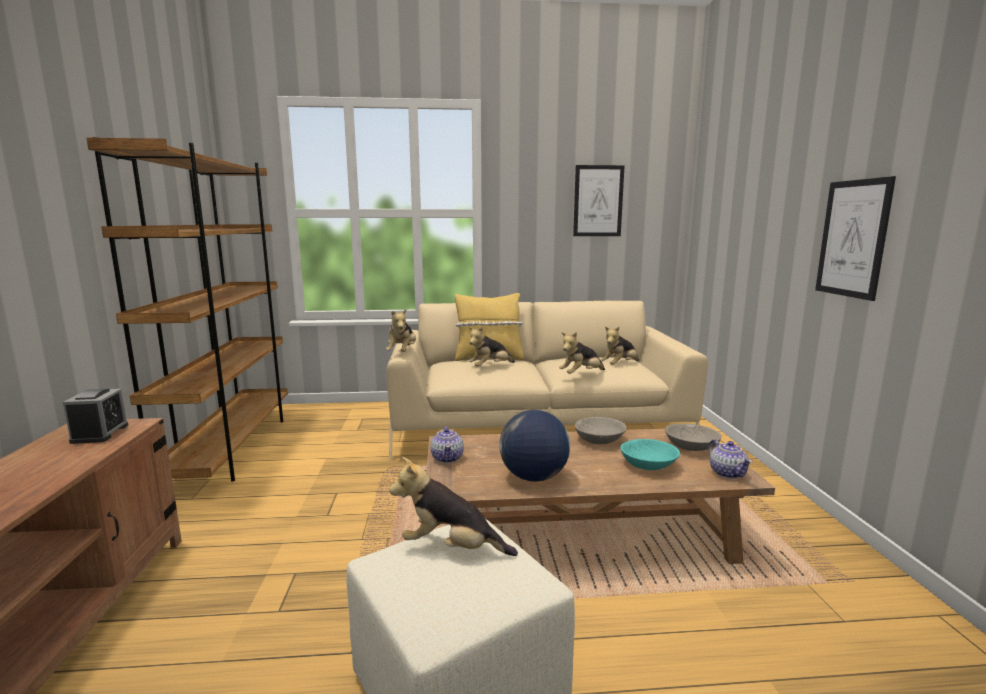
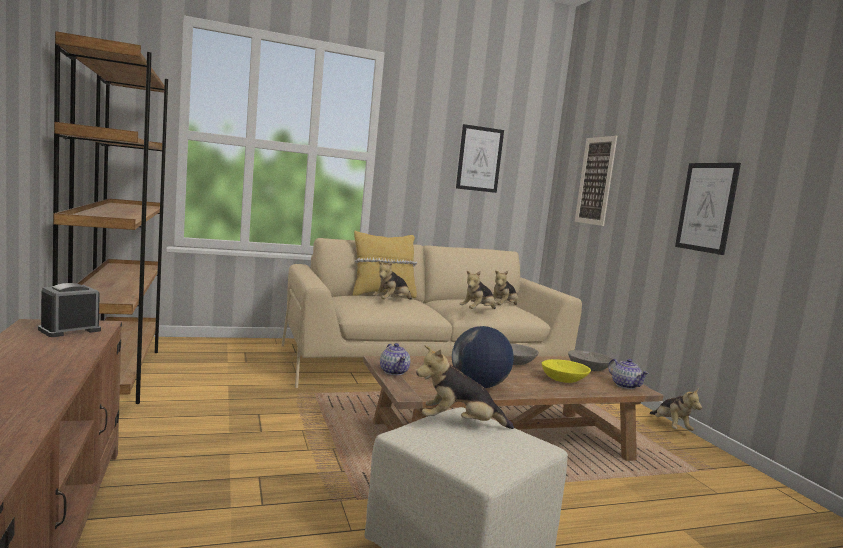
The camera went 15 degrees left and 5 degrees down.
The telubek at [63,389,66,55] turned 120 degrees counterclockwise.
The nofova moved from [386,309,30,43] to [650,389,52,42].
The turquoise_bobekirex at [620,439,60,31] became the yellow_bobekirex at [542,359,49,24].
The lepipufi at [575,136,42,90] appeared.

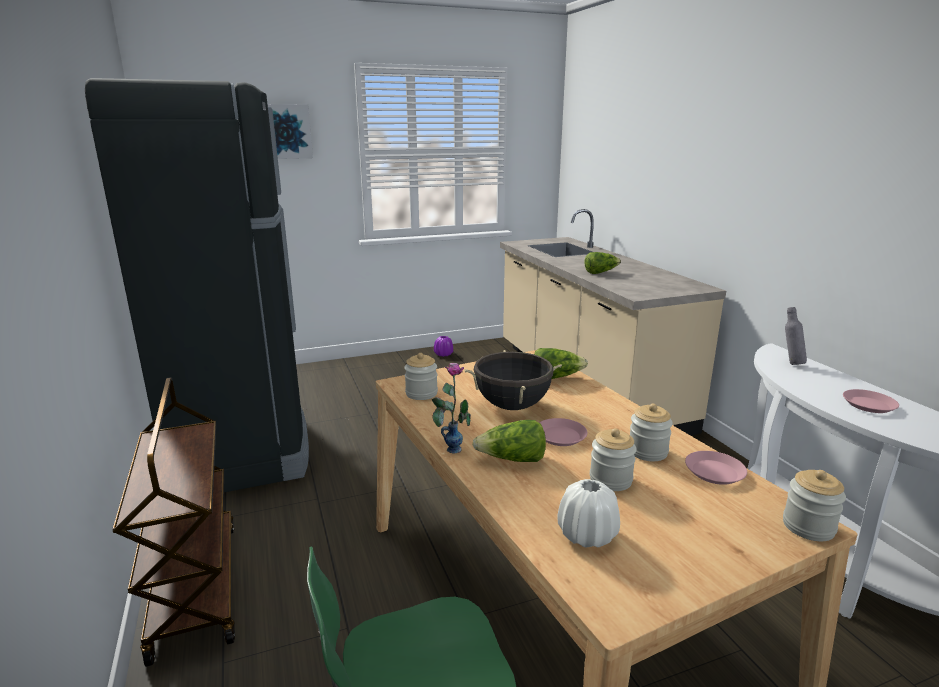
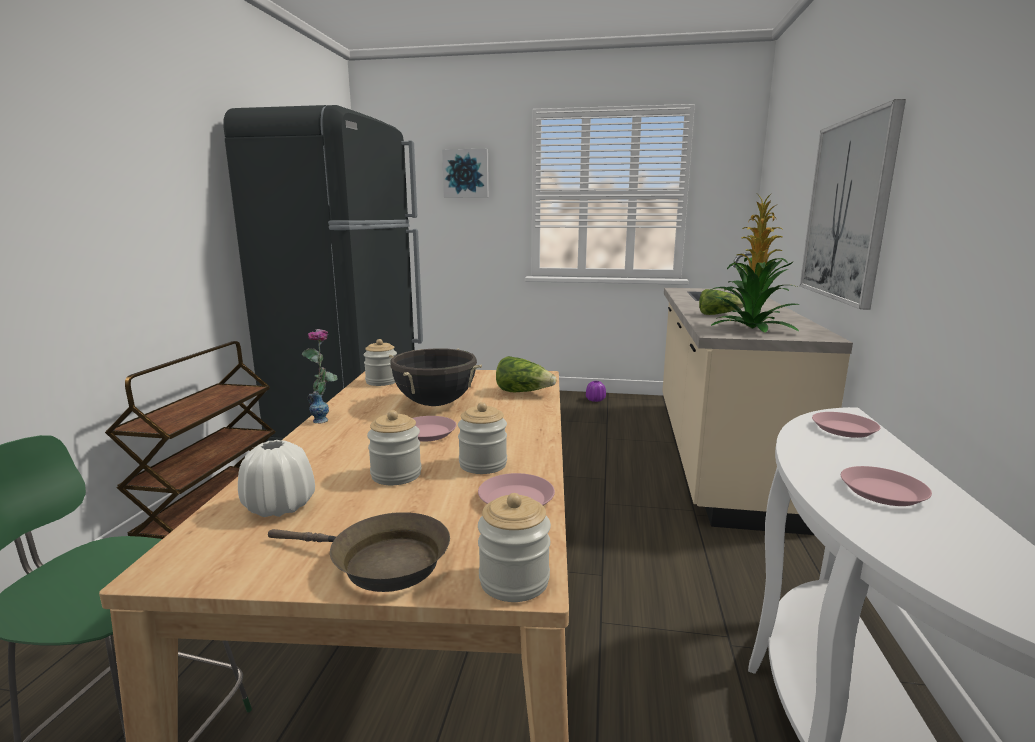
The camera went 30 degrees right and 5 degrees down.
The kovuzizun at [472,420,74,42] disappeared.
The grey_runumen at [785,307,22,58] was replaced by the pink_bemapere at [812,412,68,26].
The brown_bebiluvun at [268,512,182,80] appeared.
The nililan at [711,193,89,140] appeared.
The lepipufi at [800,99,106,211] appeared.

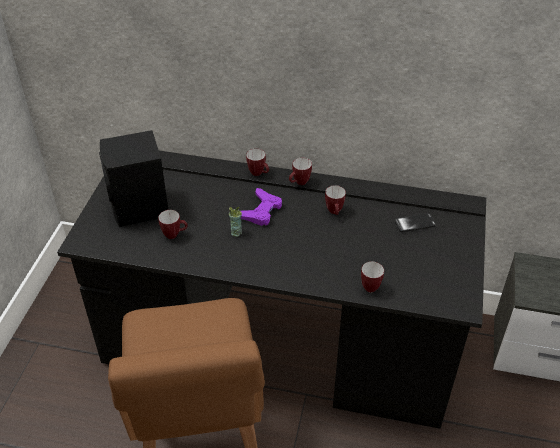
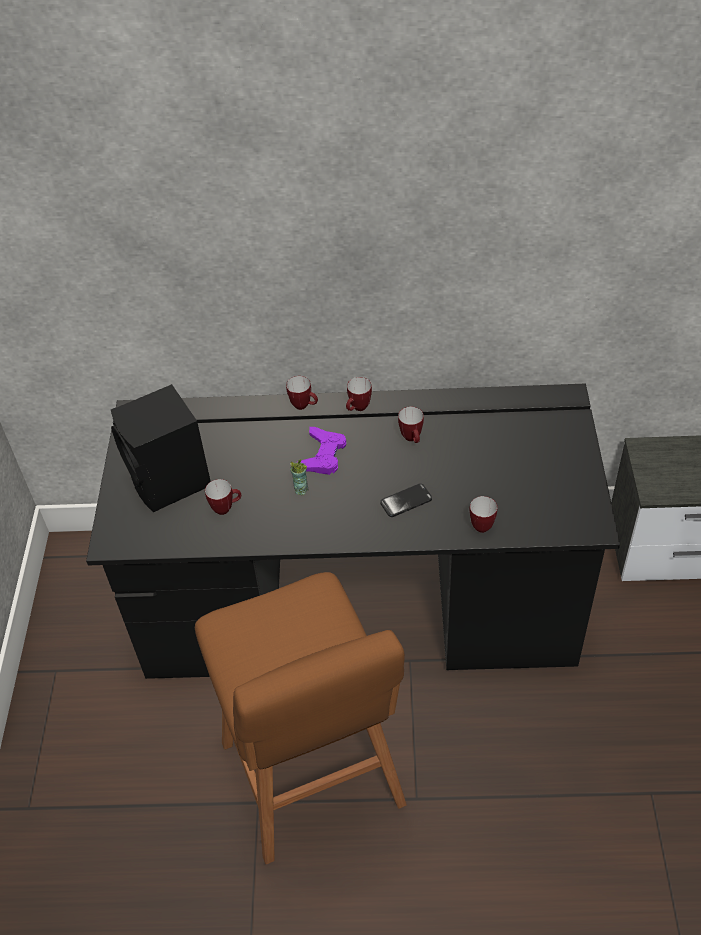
The camera went 10 degrees left and 5 degrees up.
The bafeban moved from [395,213,41,19] to [380,483,52,34].

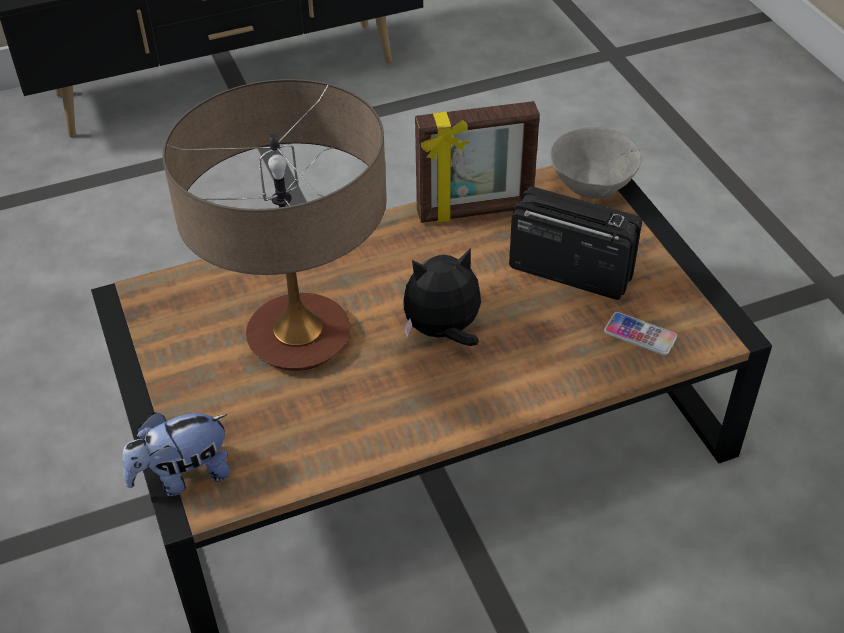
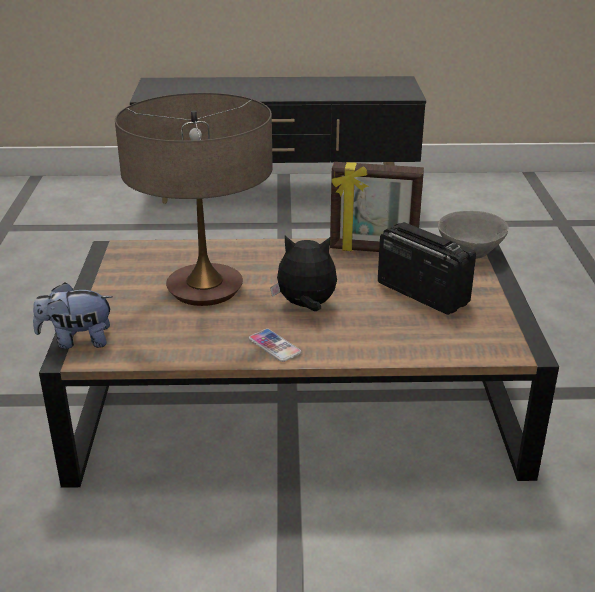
The camera went 20 degrees right and 15 degrees down.
The bafeban moved from [604,312,73,43] to [249,329,52,33].

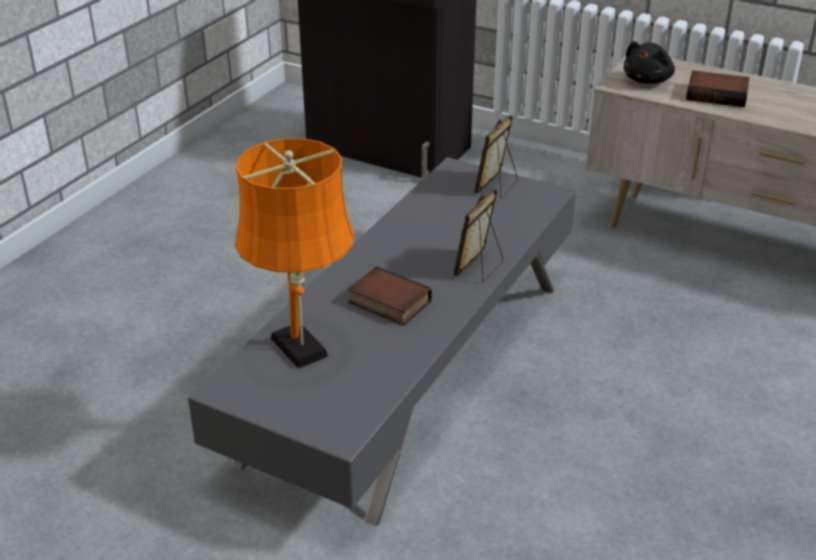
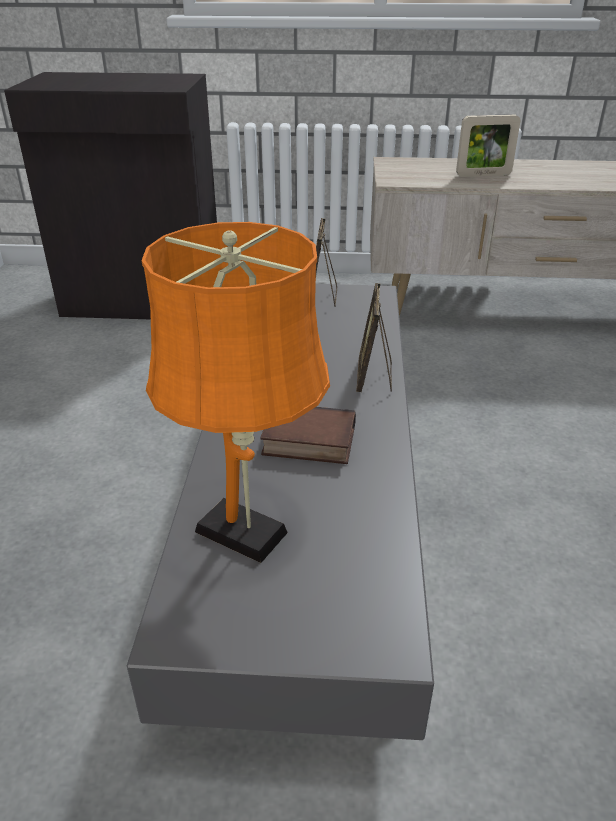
The camera went 25 degrees left and 0 degrees up.
The black_nofova at [624,41,51,43] disappeared.
The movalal at [686,70,63,37] was replaced by the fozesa at [456,114,64,63].

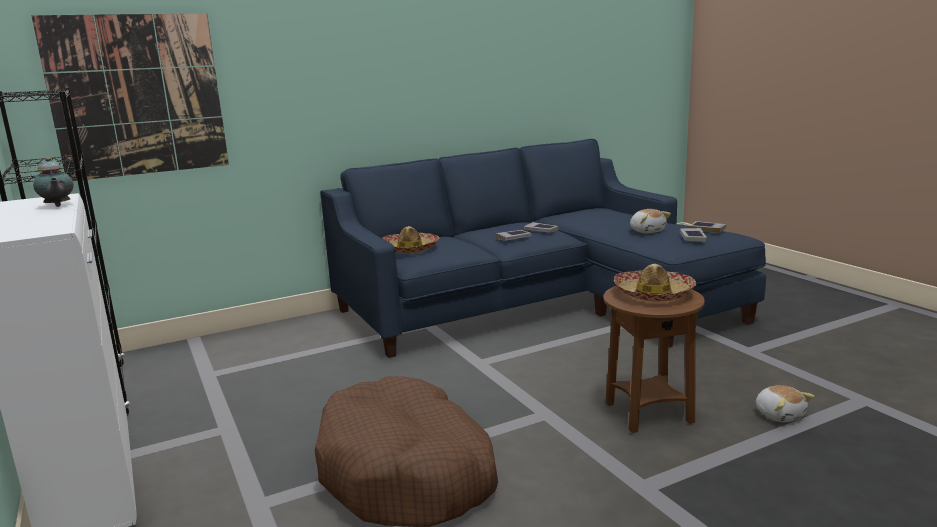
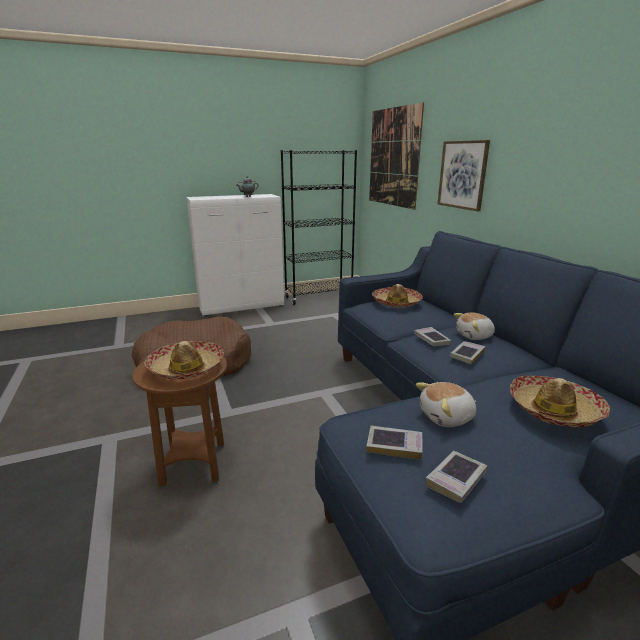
The camera went 95 degrees right and 5 degrees up.
The nofova moved from [756,385,59,37] to [454,313,41,27].
The lepipufi at [438,140,52,71] appeared.
The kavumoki at [510,375,100,52] appeared.

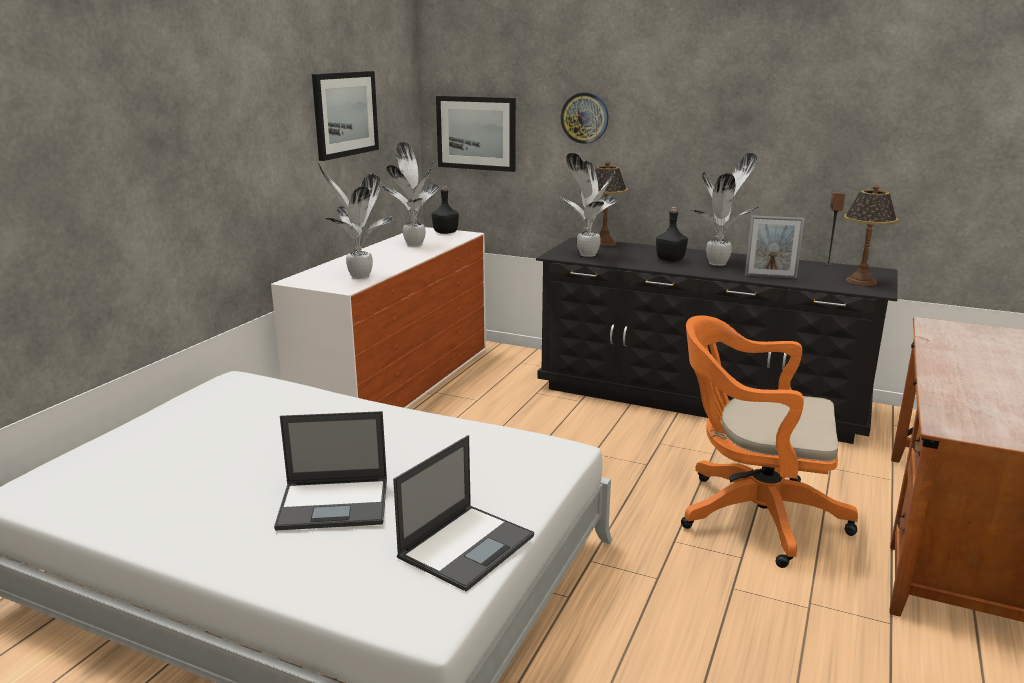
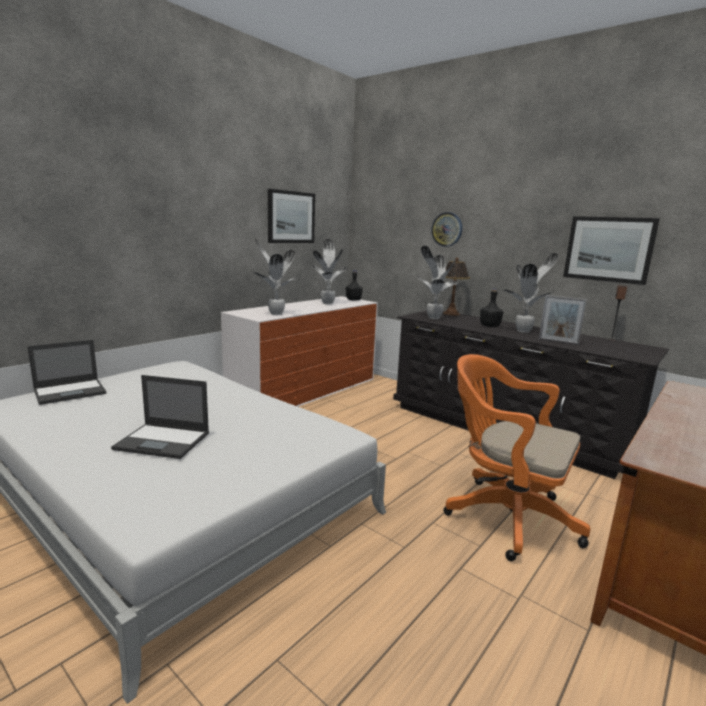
The camera went 15 degrees right and 5 degrees down.
The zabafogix moved from [393,435,141,157] to [27,340,79,65].
The lepipufi moved from [436,96,80,76] to [563,216,97,69].
The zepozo at [844,185,54,101] disappeared.

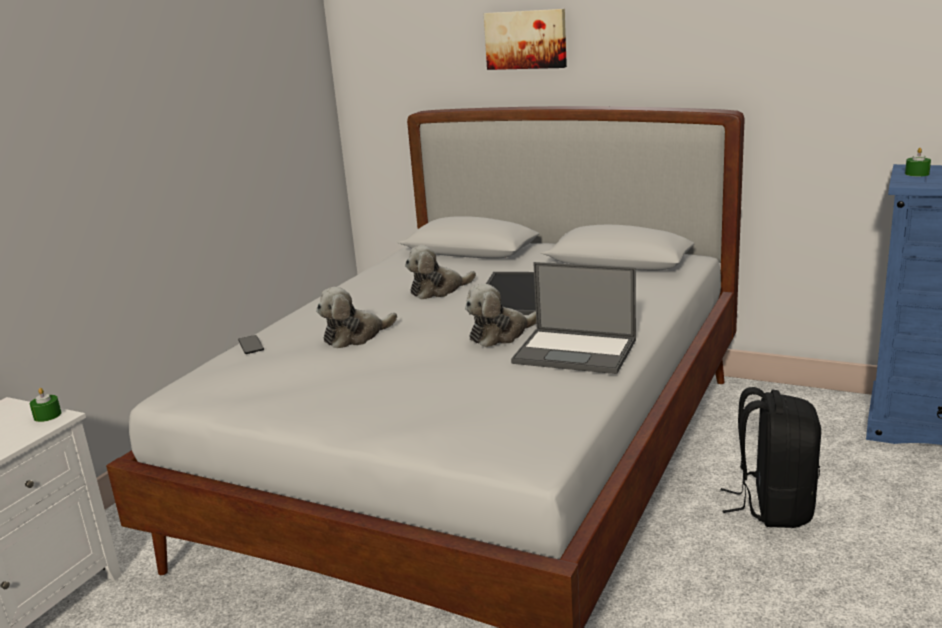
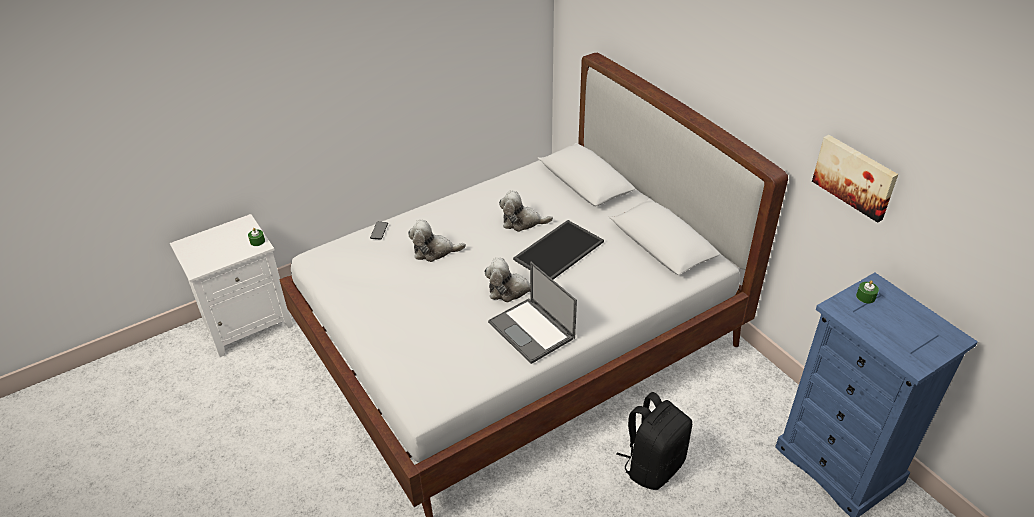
The camera went 30 degrees right and 20 degrees up.
The lepipufi moved from [484,9,83,61] to [812,135,86,88].

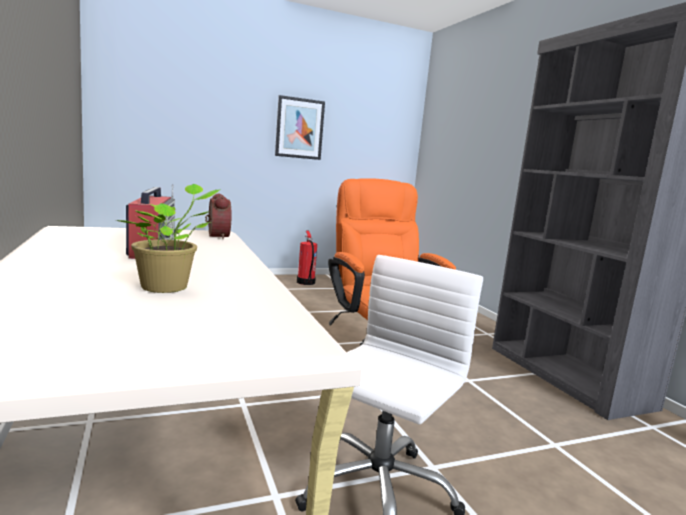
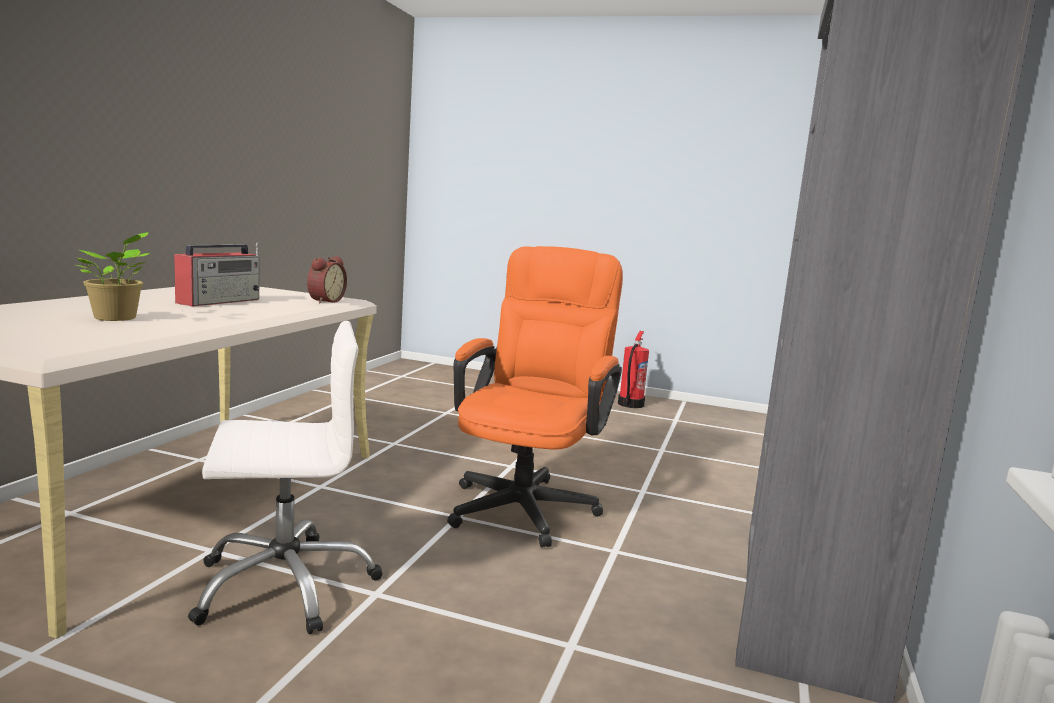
The camera went 40 degrees right and 0 degrees up.
The lepipufi at [275,95,50,65] disappeared.

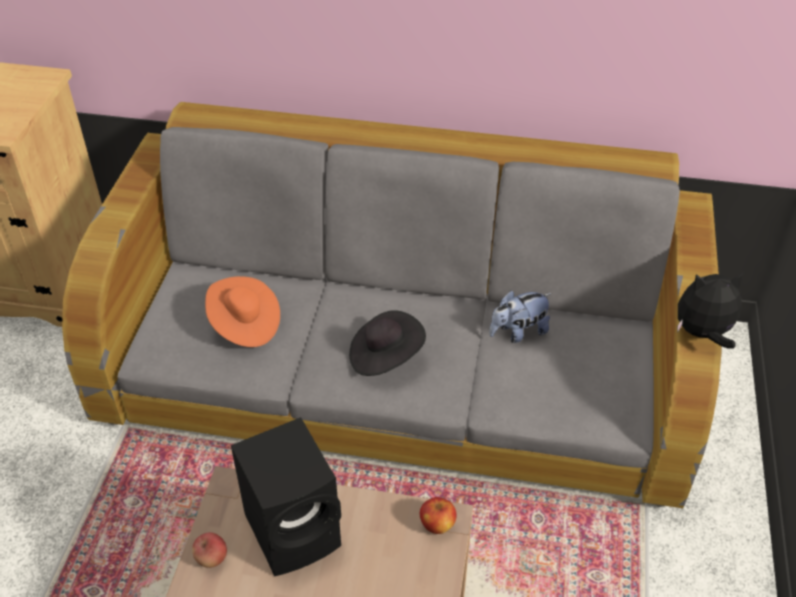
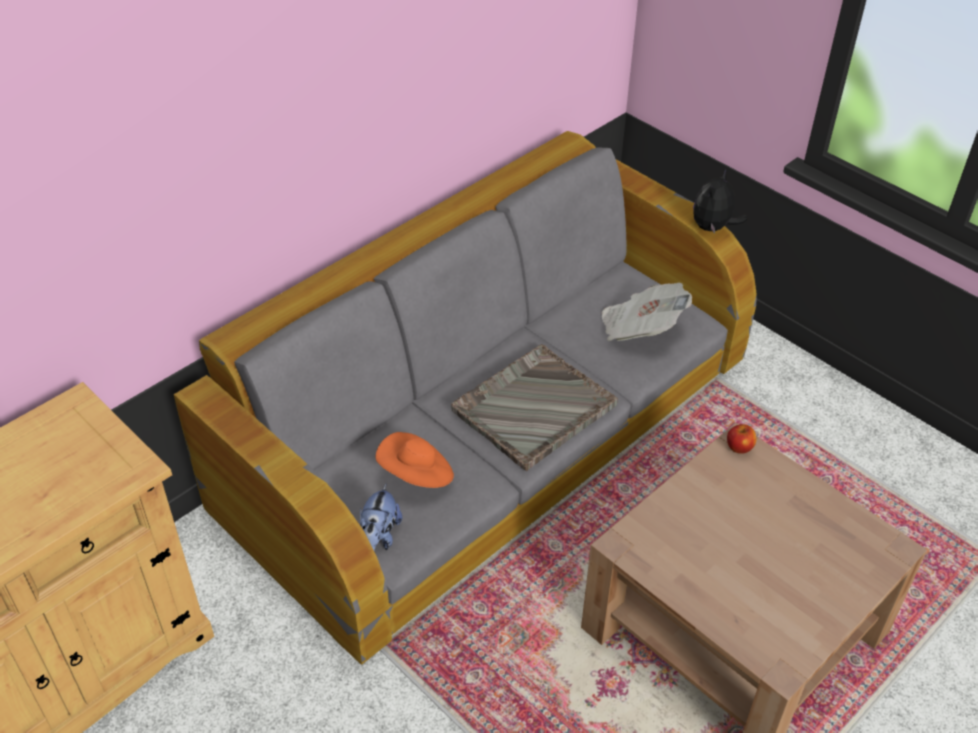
The camera went 55 degrees left and 0 degrees up.
The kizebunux at [192,532,35,36] disappeared.
The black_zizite at [231,417,110,159] disappeared.
The black_kavumoki at [349,310,77,66] was replaced by the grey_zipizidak at [451,344,167,127].
The nofova moved from [489,290,63,53] to [360,484,42,67].
The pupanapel at [601,283,91,58] appeared.

